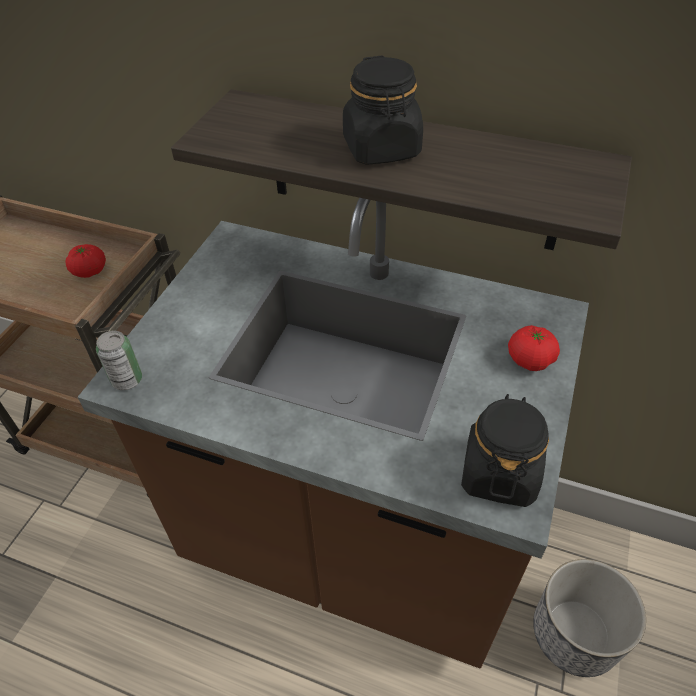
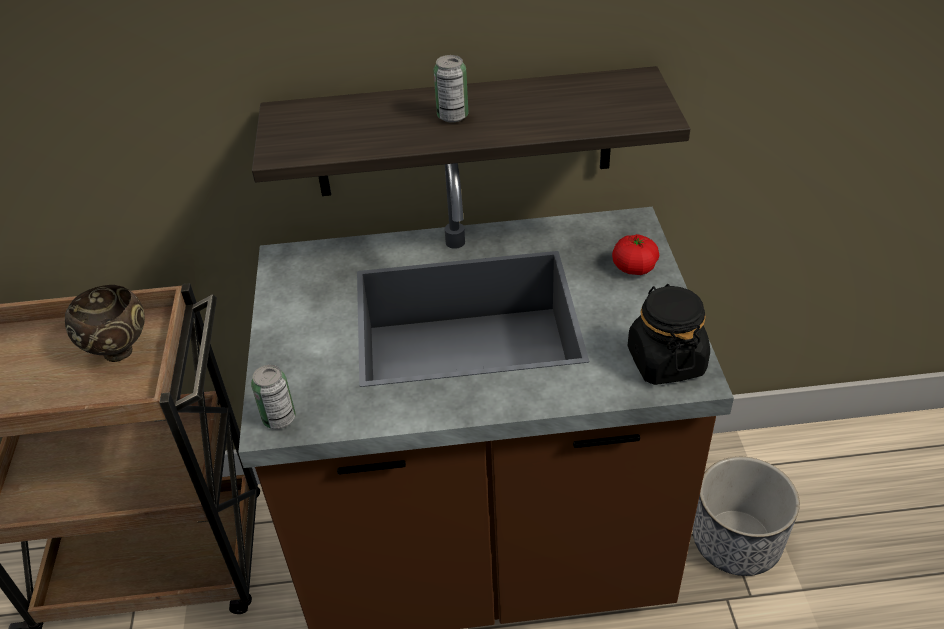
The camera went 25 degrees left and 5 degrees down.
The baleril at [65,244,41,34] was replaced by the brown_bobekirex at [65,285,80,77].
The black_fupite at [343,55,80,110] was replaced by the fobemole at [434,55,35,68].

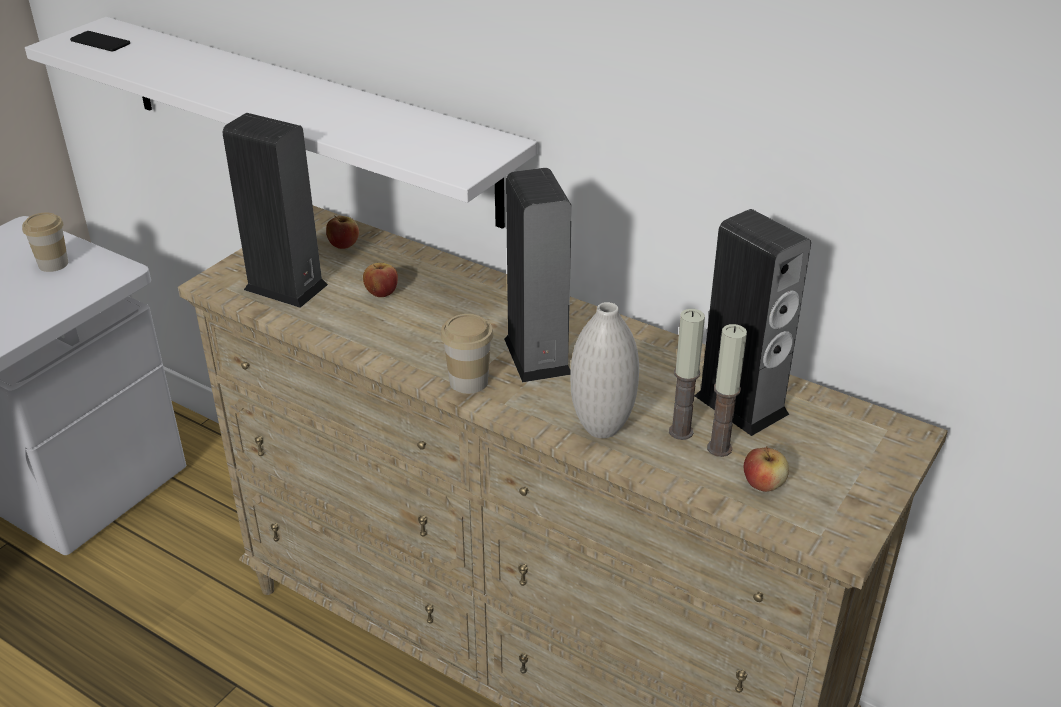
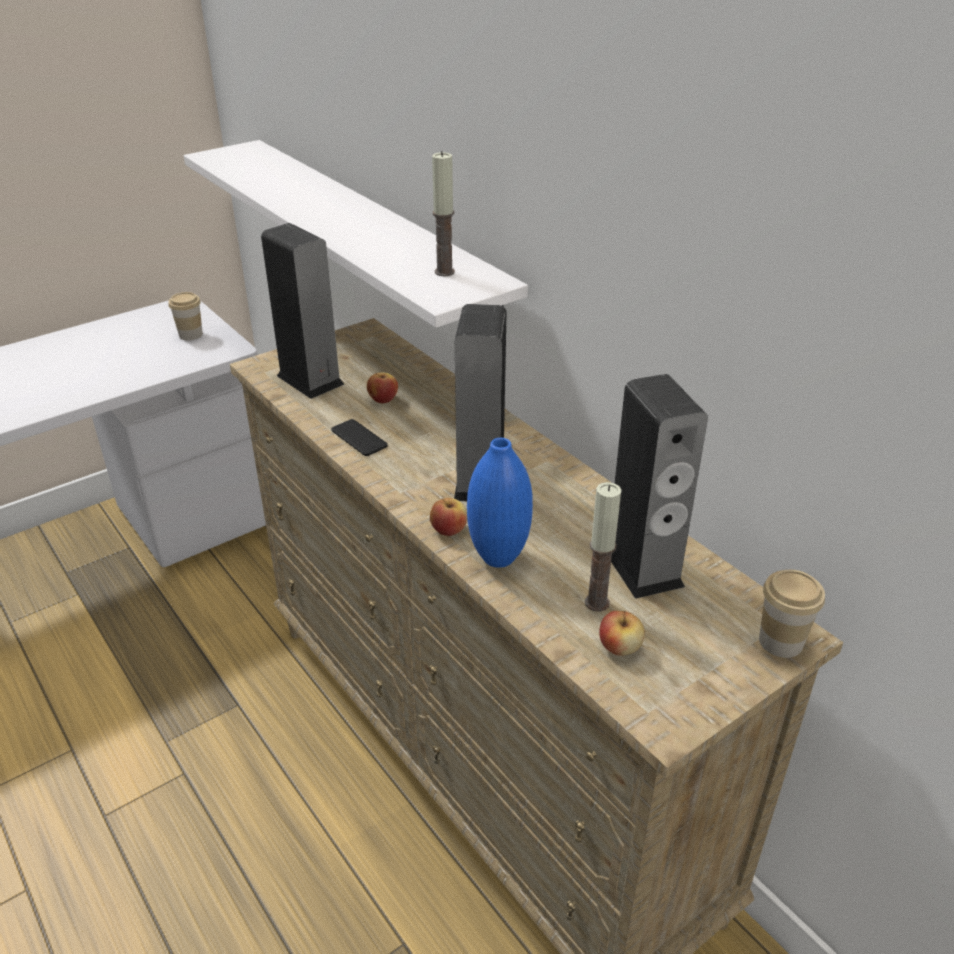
The camera went 20 degrees right and 0 degrees up.
The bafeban moved from [70,31,60,21] to [331,419,57,37].
The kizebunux moved from [326,216,33,33] to [430,498,37,38].
The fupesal moved from [440,314,54,80] to [759,570,66,88].
The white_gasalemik at [570,302,69,136] became the blue_gasalemik at [467,438,66,130].
The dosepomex moved from [669,309,36,131] to [432,151,23,125].

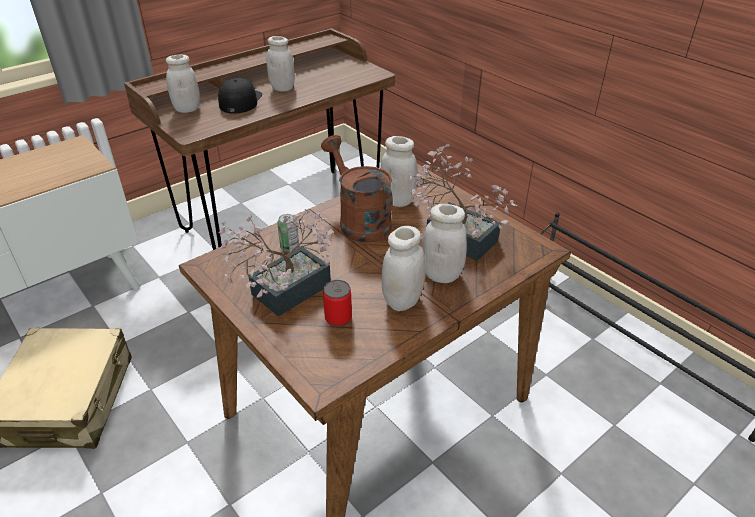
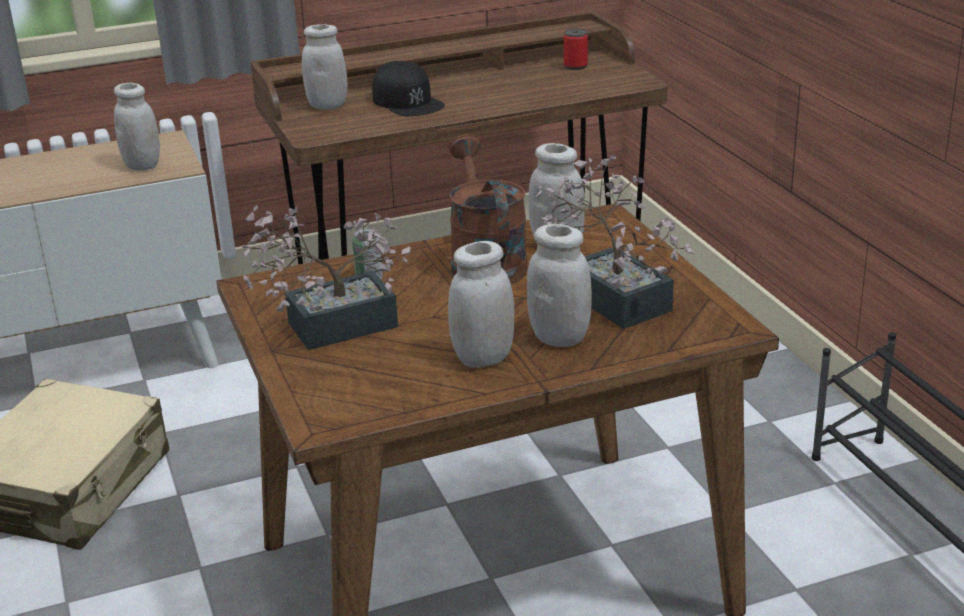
The camera went 20 degrees right and 10 degrees down.
The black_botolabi at [218,78,44,36] turned 120 degrees clockwise.
The white_fupite moved from [266,36,29,56] to [114,83,46,88].
The fobemole moved from [323,280,29,47] to [564,28,24,42].

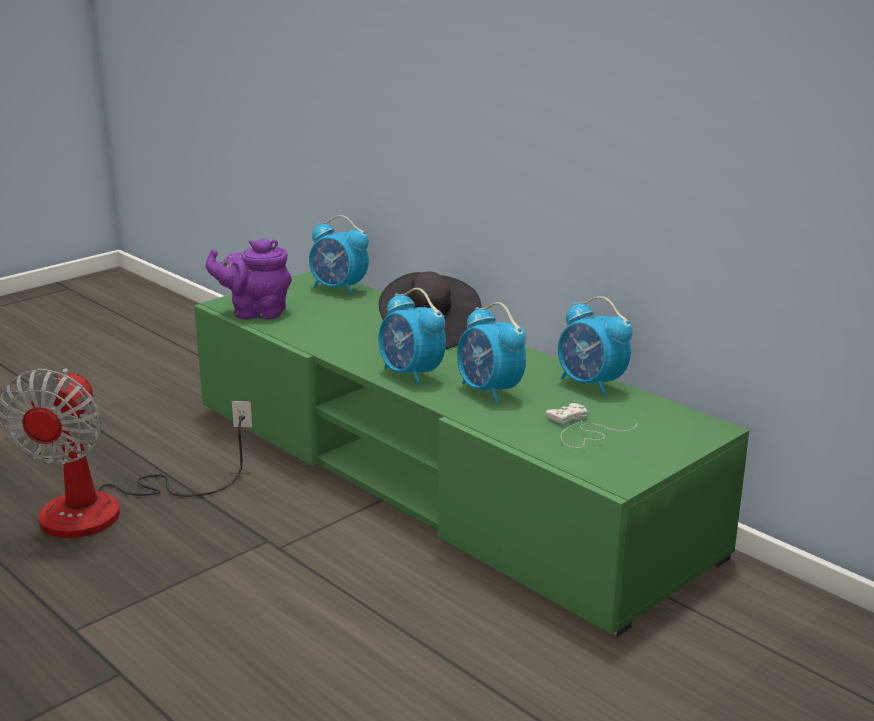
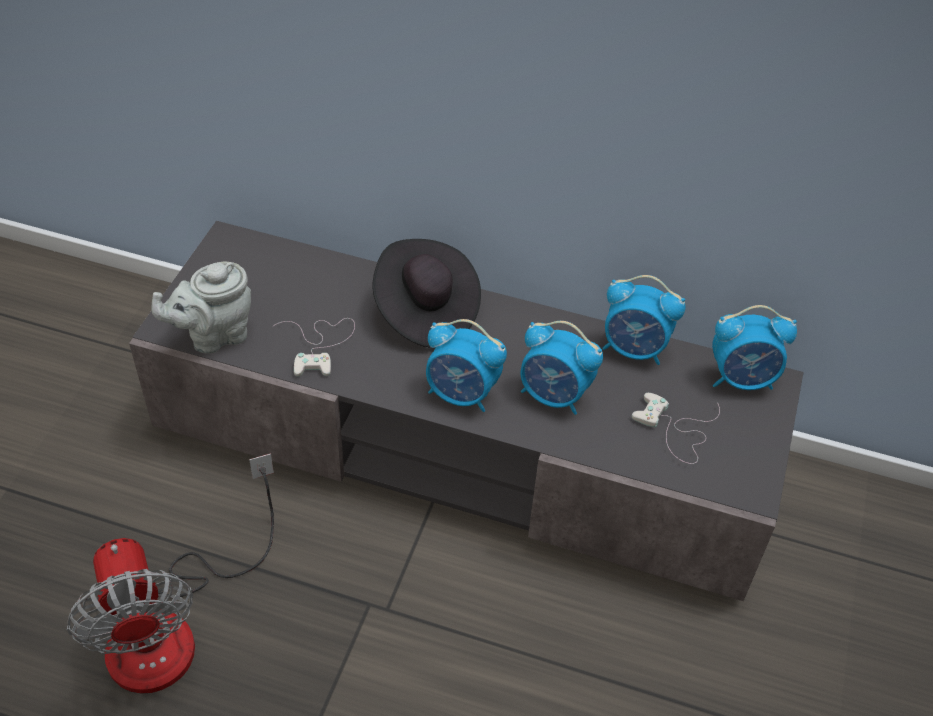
The camera went 30 degrees left and 25 degrees up.
The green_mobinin at [194,271,555,367] became the grey_mobinin at [129,221,675,380].
The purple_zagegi at [206,238,86,82] became the grey_zagegi at [151,261,100,93].
The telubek moved from [309,215,60,81] to [712,305,85,85].
The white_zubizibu at [272,318,83,59] appeared.

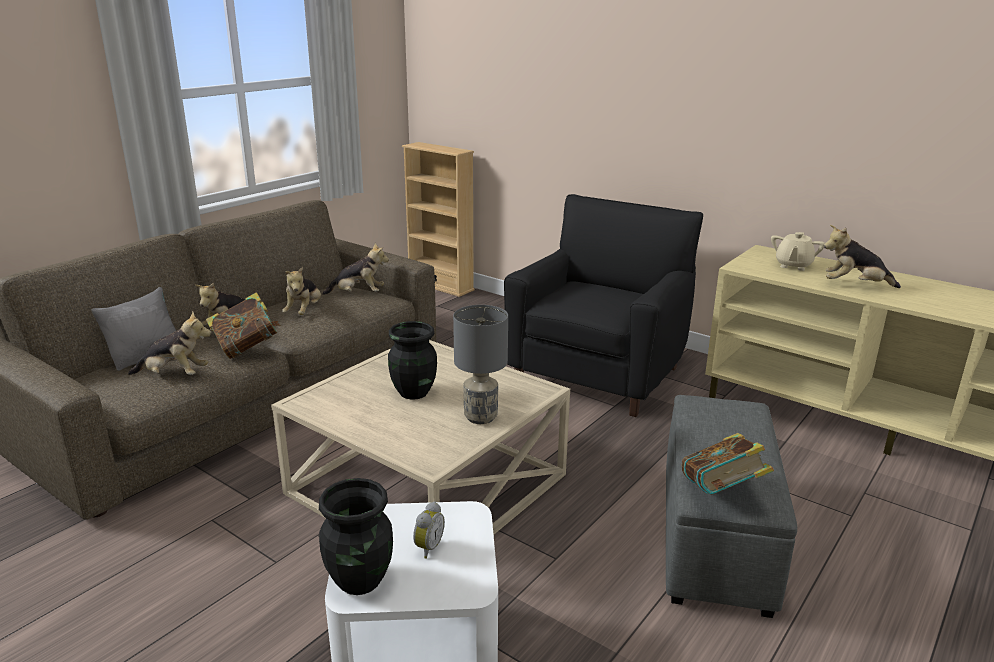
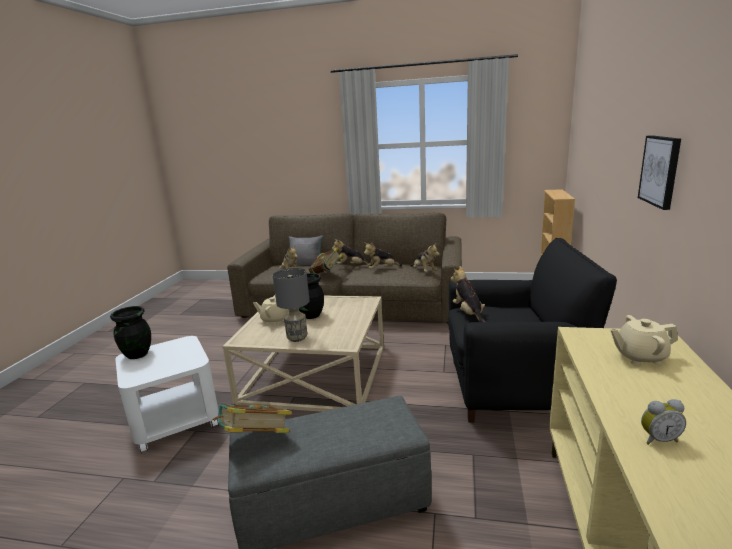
The camera went 65 degrees right and 5 degrees down.
The telubek moved from [413,502,32,57] to [641,399,45,46].
The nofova moved from [824,225,77,63] to [451,266,34,56].
The beige_zagegi at [253,297,36,27] appeared.
The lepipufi at [638,135,43,75] appeared.

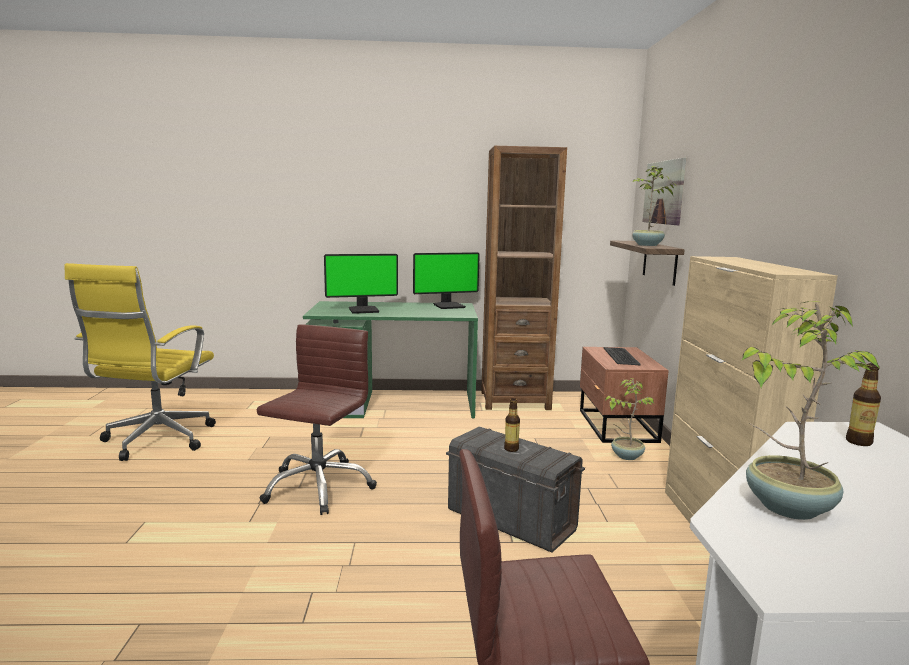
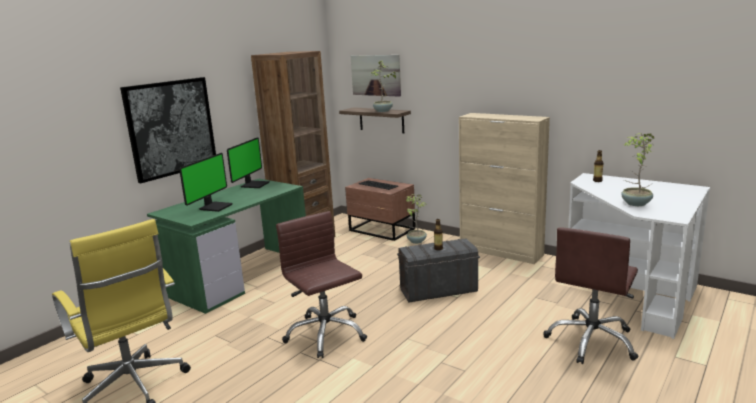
The camera went 50 degrees left and 5 degrees up.
The lepipufi at [120,77,96,106] appeared.

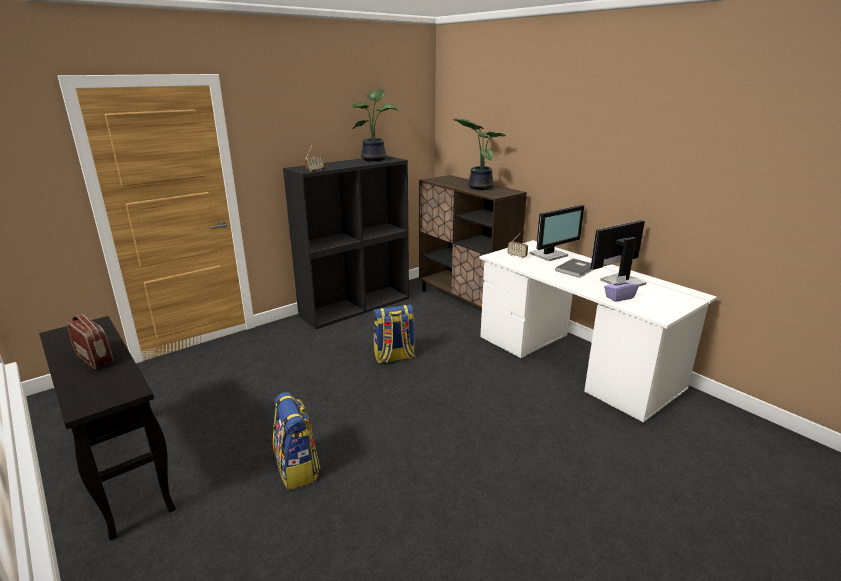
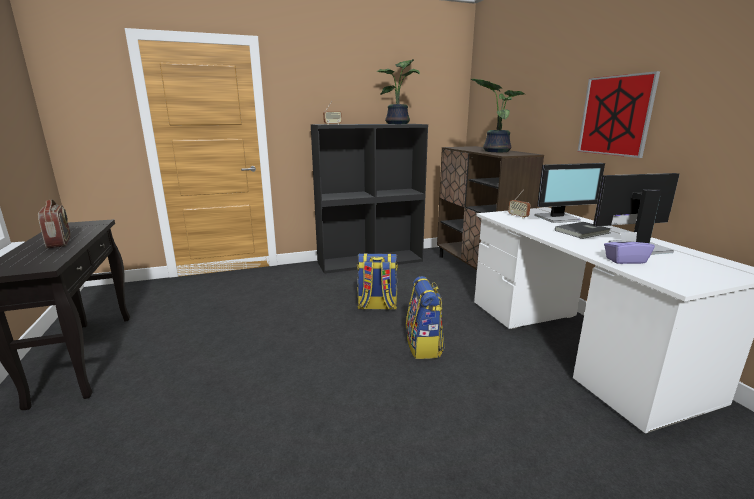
The camera went 20 degrees right and 5 degrees down.
The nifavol moved from [273,392,47,98] to [406,276,38,83].
The lepipufi at [578,71,82,87] appeared.

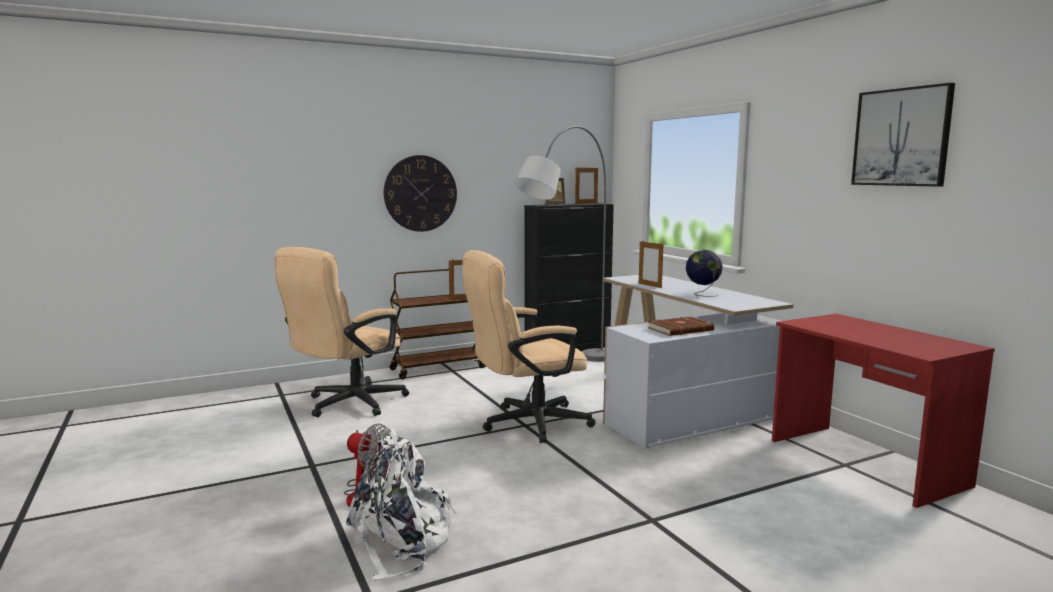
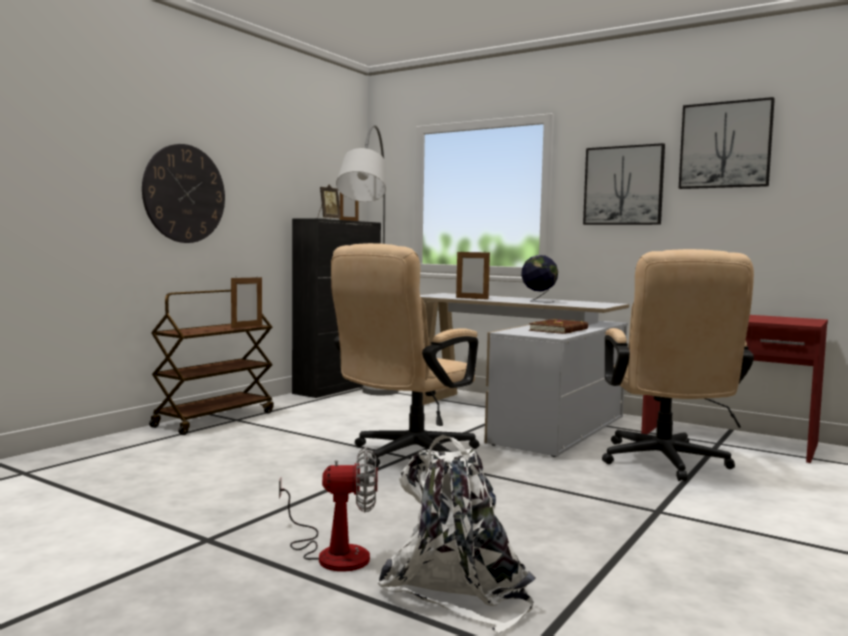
The camera went 30 degrees left and 5 degrees down.
The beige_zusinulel moved from [274,247,135,170] to [602,249,152,232].
The lepipufi at [583,143,82,82] appeared.

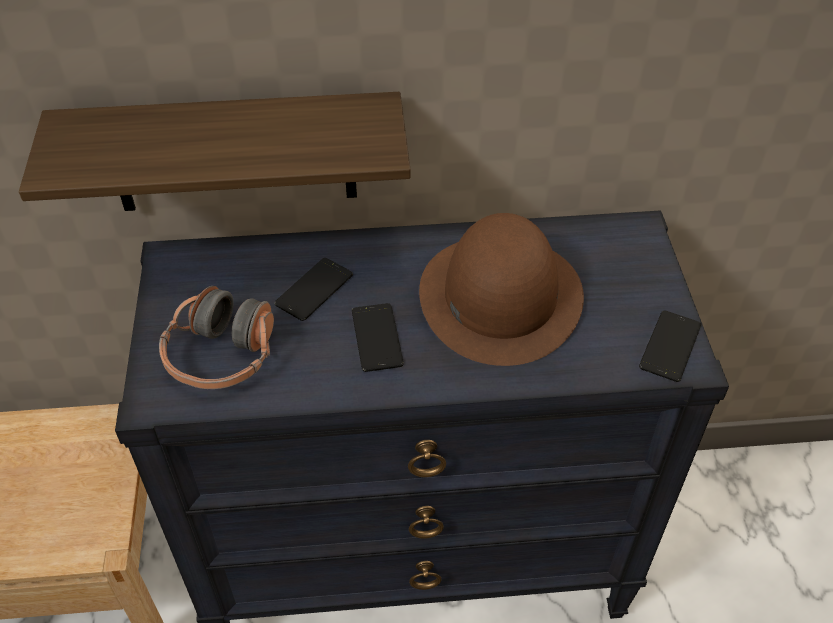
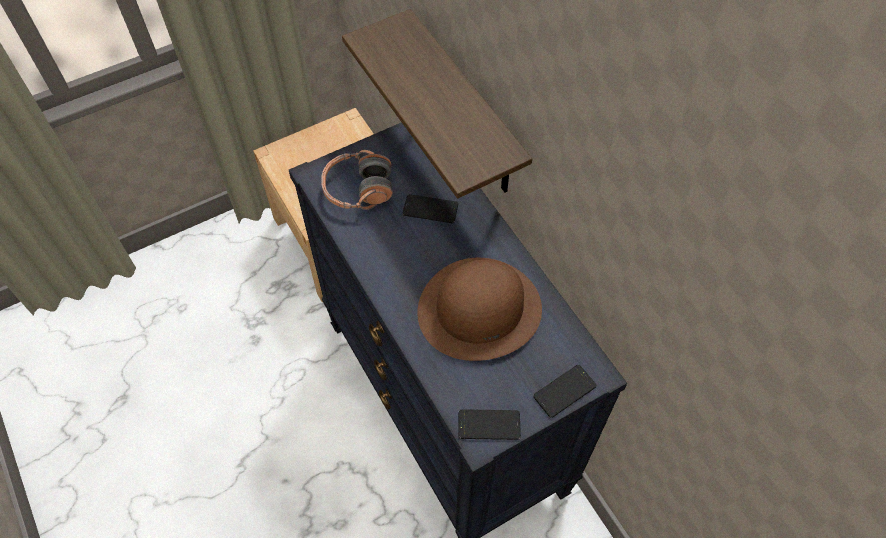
The camera went 65 degrees right and 10 degrees up.
The bafeban moved from [352,303,52,69] to [533,365,64,53].

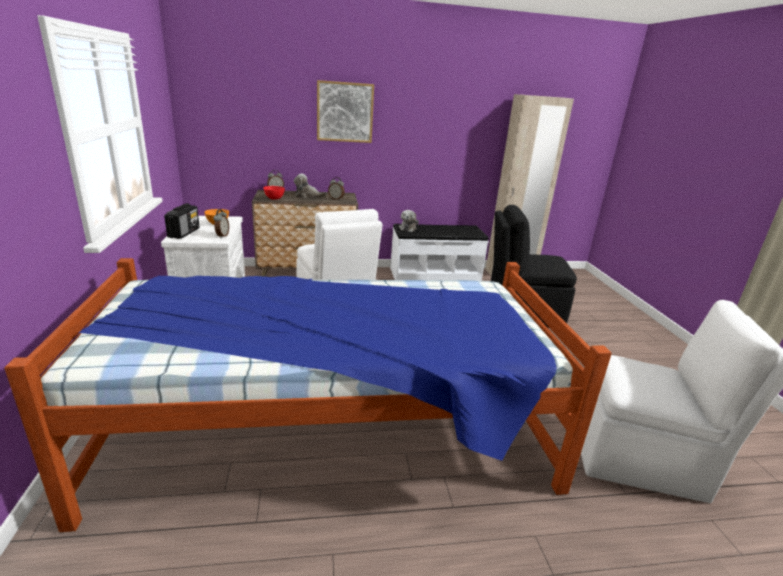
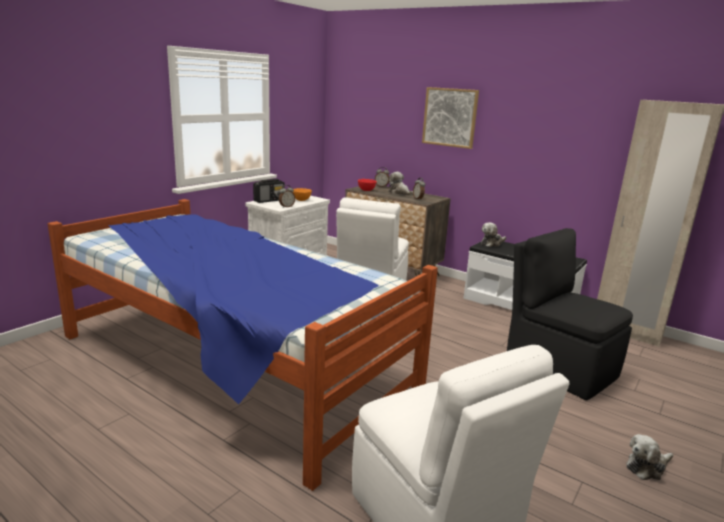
The camera went 45 degrees right and 5 degrees down.
The nofova at [626,434,47,46] appeared.

